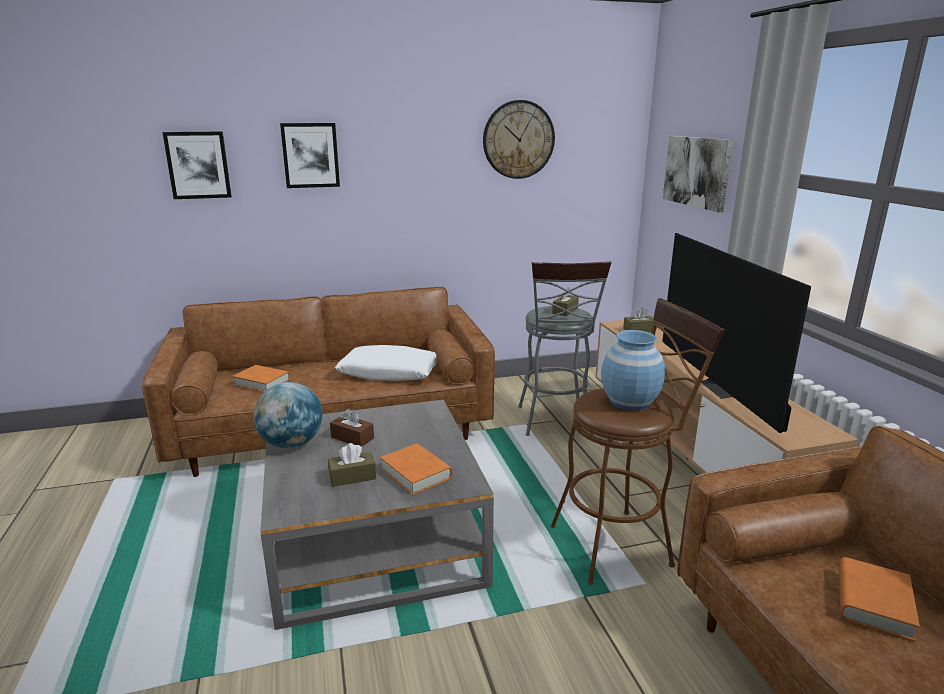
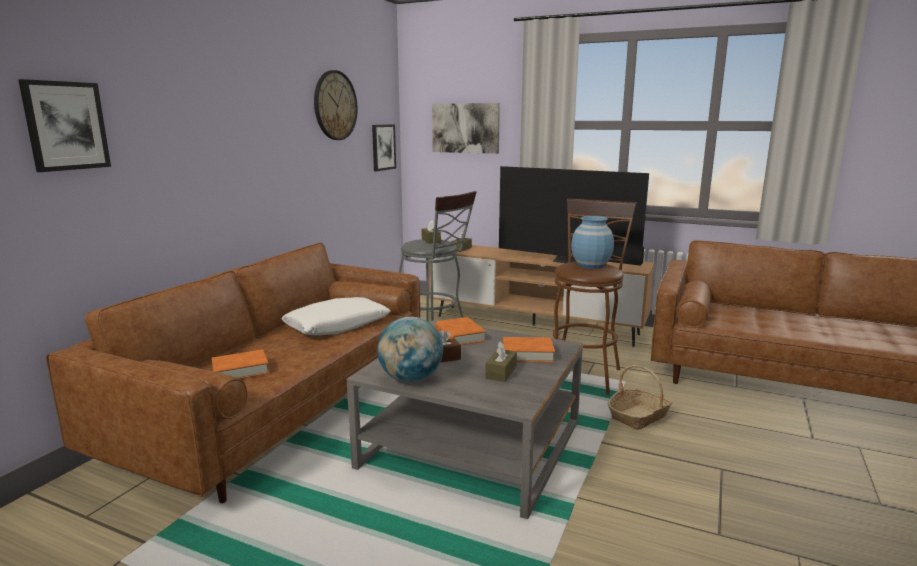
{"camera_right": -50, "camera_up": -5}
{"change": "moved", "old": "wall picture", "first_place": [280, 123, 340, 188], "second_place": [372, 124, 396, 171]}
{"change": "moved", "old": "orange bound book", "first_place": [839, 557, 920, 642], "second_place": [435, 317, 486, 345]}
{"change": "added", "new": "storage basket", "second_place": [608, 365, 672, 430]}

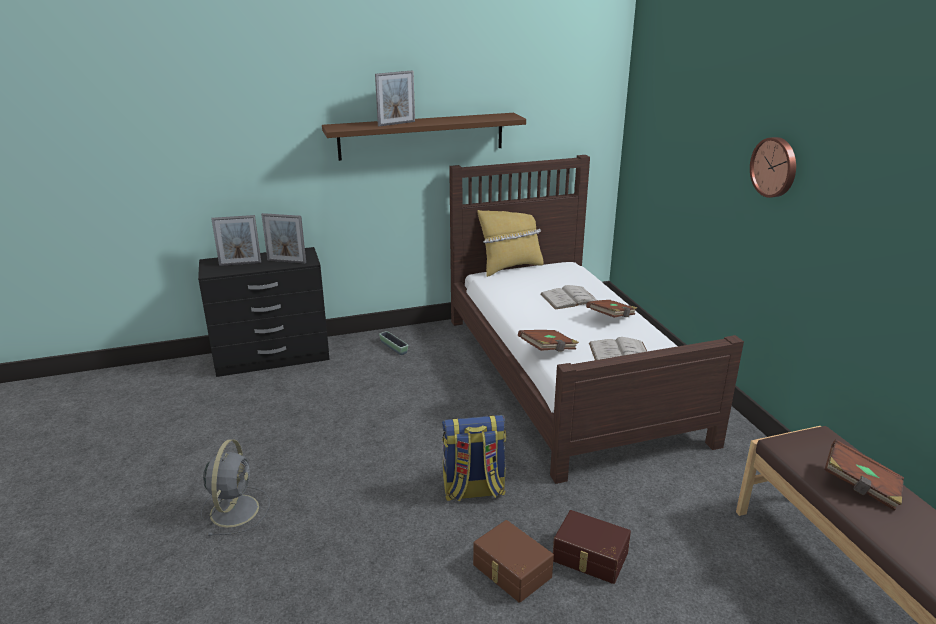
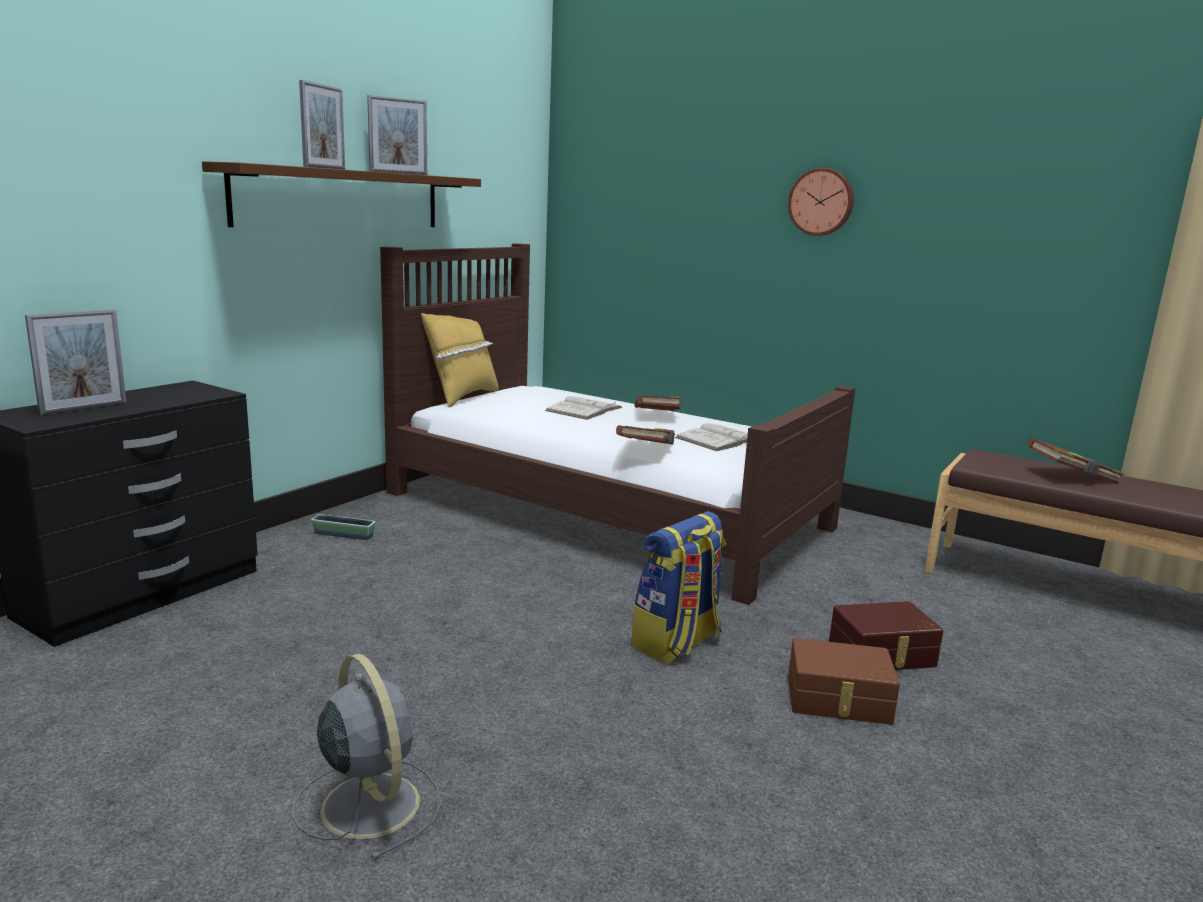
{"camera_right": -40, "camera_up": -10}
{"change": "moved", "old": "picture frame", "first_place": [261, 213, 306, 263], "second_place": [367, 95, 427, 175]}

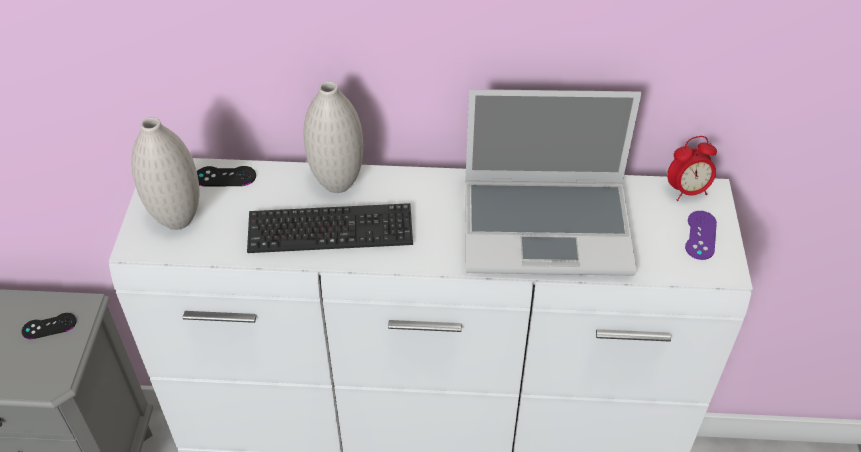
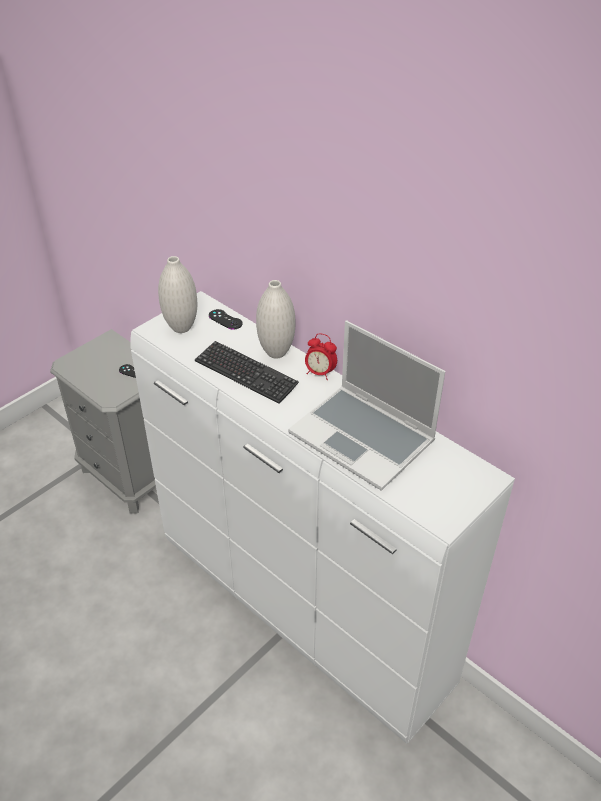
{"camera_right": 40, "camera_up": -5}
{"change": "moved", "old": "bedside clock", "first_place": [667, 136, 717, 201], "second_place": [305, 333, 337, 380]}
{"change": "removed", "old": "purple-coloured game controller", "first_place": [685, 211, 717, 260]}

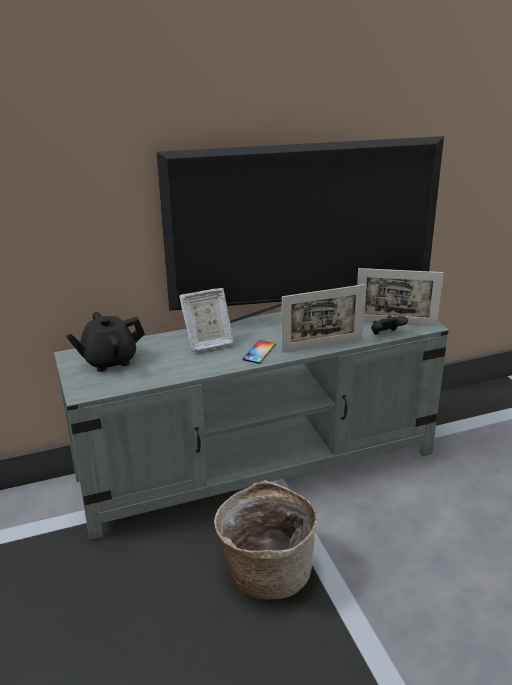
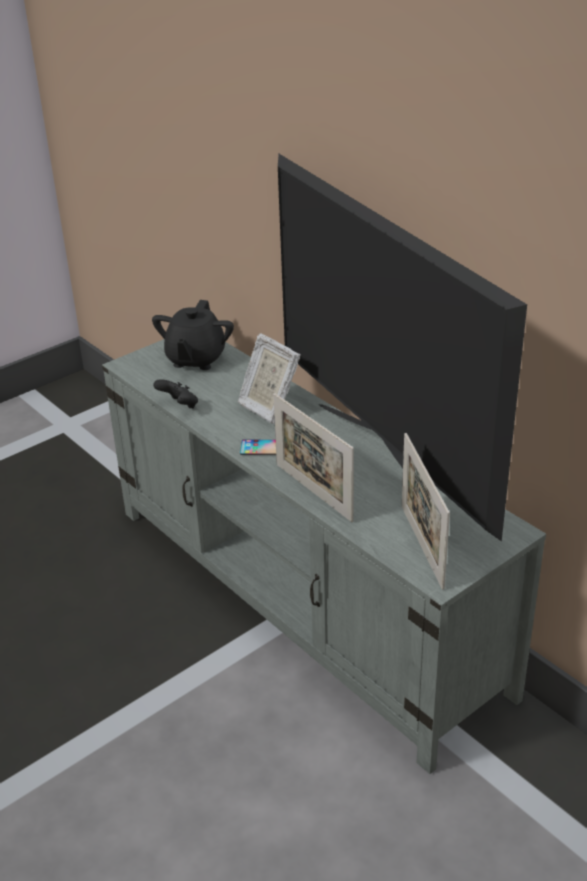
{"camera_right": 70, "camera_up": 5}
{"change": "turned", "old": "blackish teapot", "first_place": [66, 312, 145, 372], "second_place": [152, 300, 234, 370], "degrees": -120}
{"change": "removed", "old": "storage basket", "first_place": [214, 480, 317, 599]}
{"change": "moved", "old": "blackish game controller", "first_place": [371, 315, 408, 335], "second_place": [153, 379, 198, 408]}

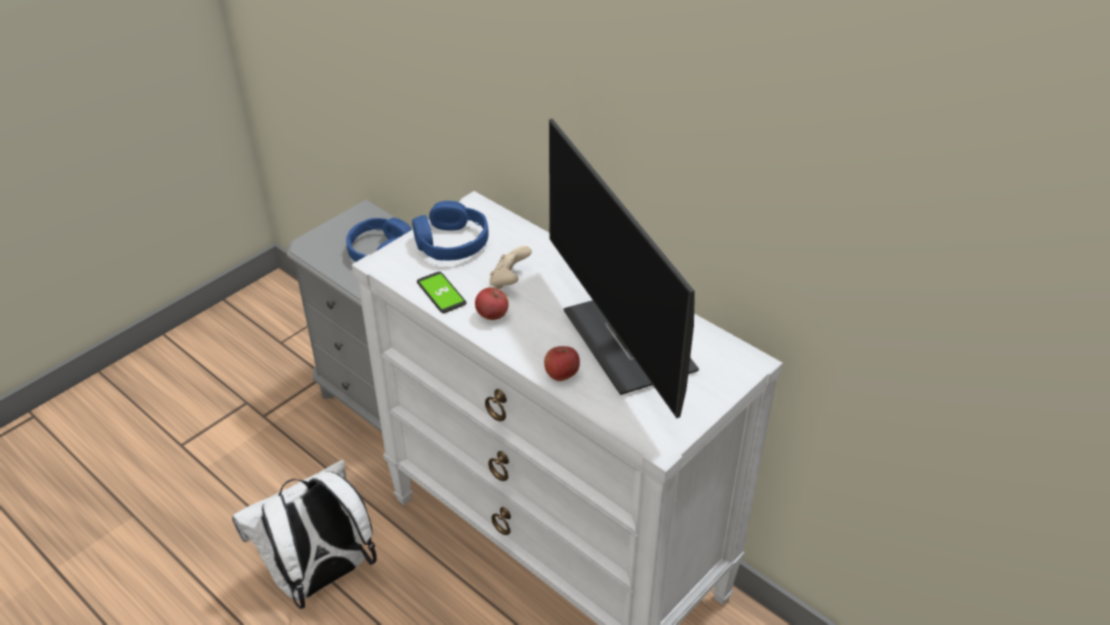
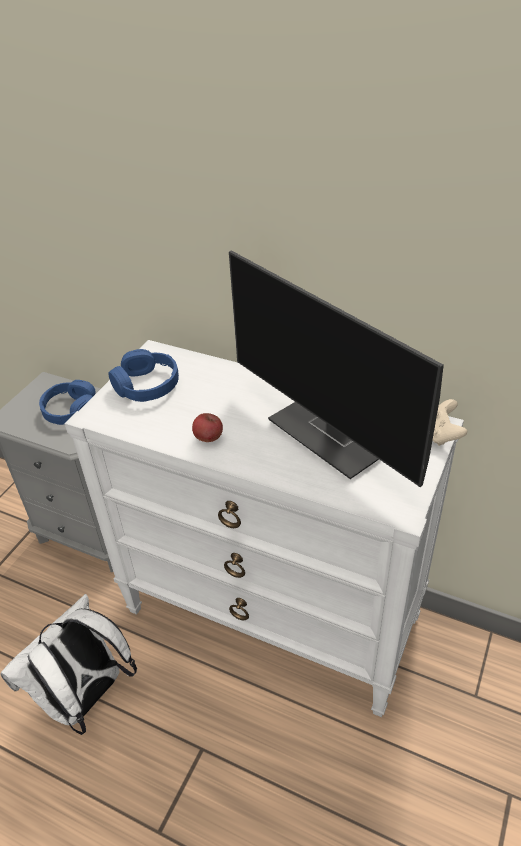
{"camera_right": -15, "camera_up": 0}
{"change": "removed", "old": "handset", "first_place": [417, 272, 466, 313]}
{"change": "moved", "old": "beige game controller", "first_place": [489, 246, 532, 289], "second_place": [432, 399, 467, 446]}
{"change": "removed", "old": "whole apple", "first_place": [544, 346, 580, 381]}

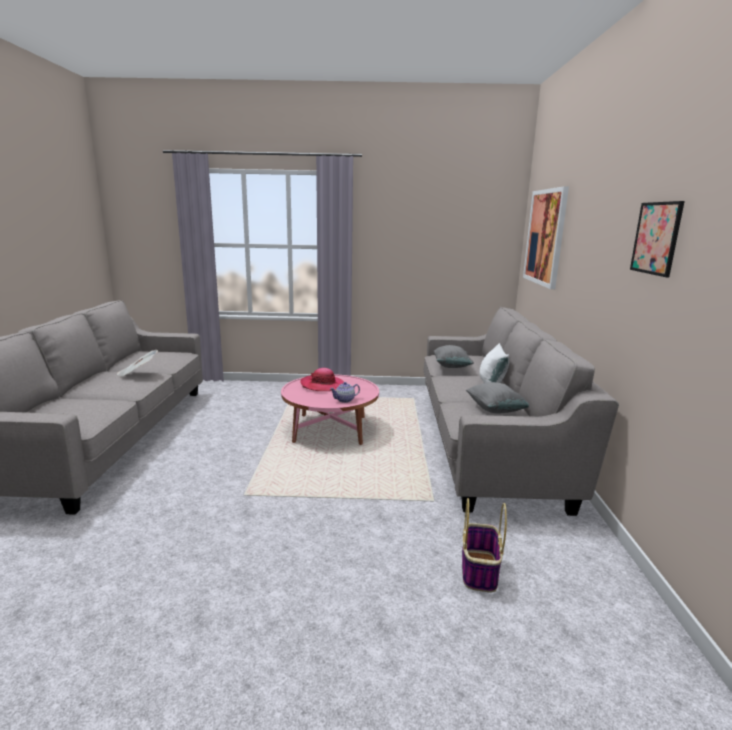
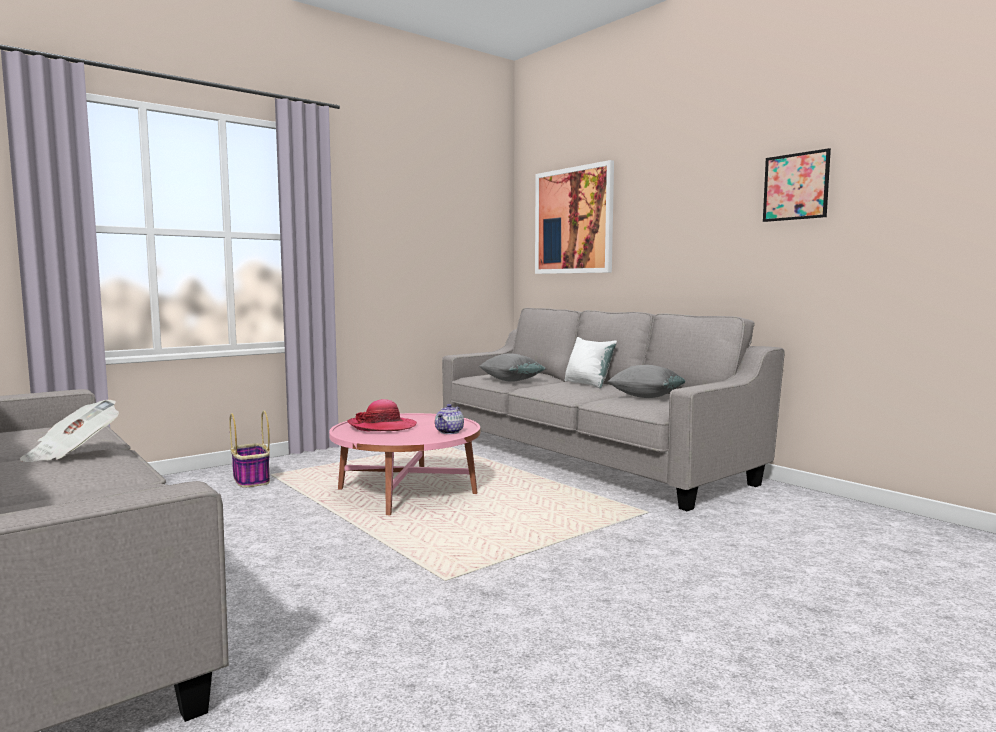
{"camera_right": -40, "camera_up": -10}
{"change": "moved", "old": "storage basket", "first_place": [462, 498, 507, 593], "second_place": [229, 411, 270, 488]}

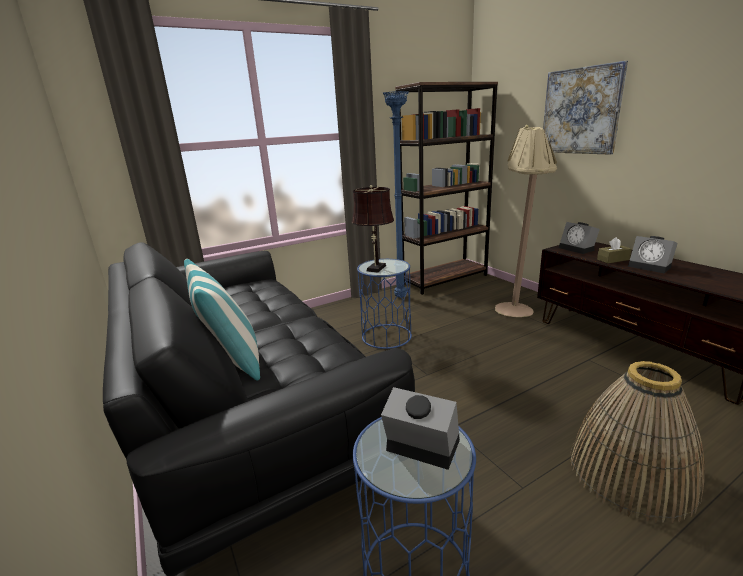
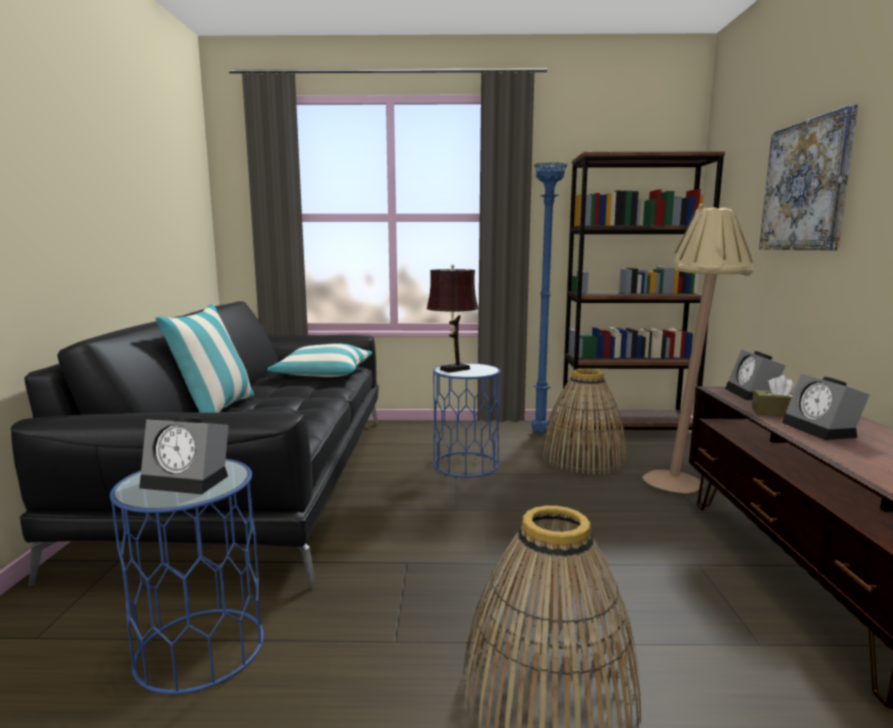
{"camera_right": 30, "camera_up": -10}
{"change": "turned", "old": "bedside clock", "first_place": [381, 387, 460, 470], "second_place": [139, 416, 229, 494], "degrees": 135}
{"change": "added", "new": "throw pillow", "second_place": [267, 343, 372, 377]}
{"change": "added", "new": "storage basket", "second_place": [542, 369, 627, 474]}

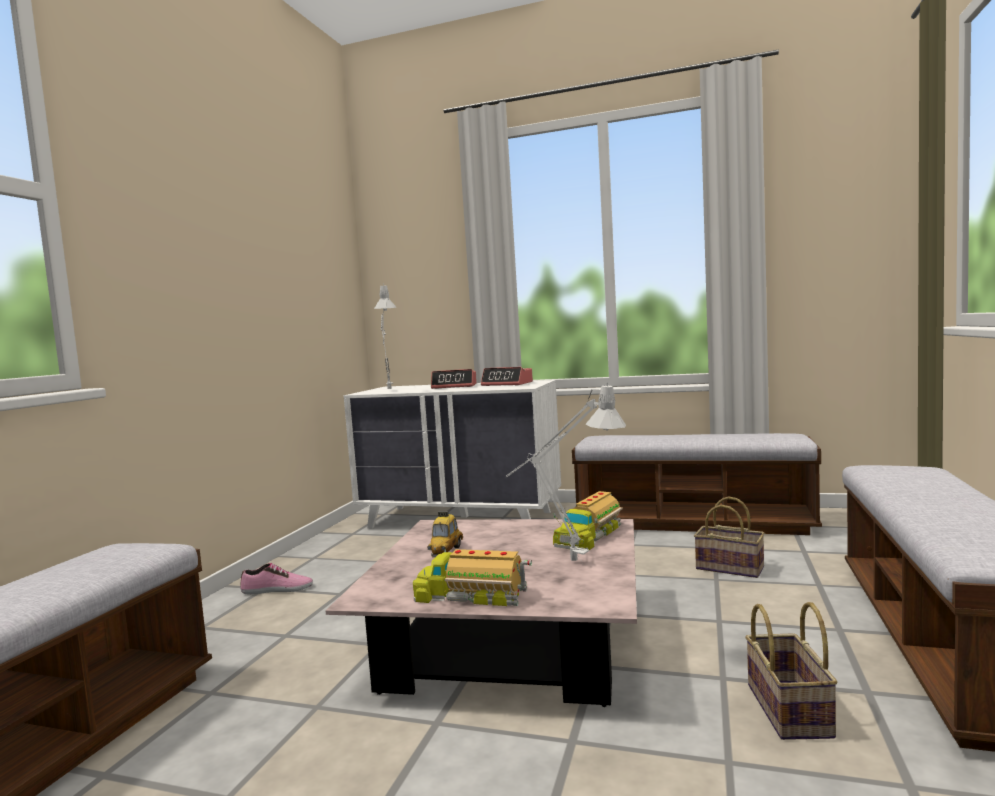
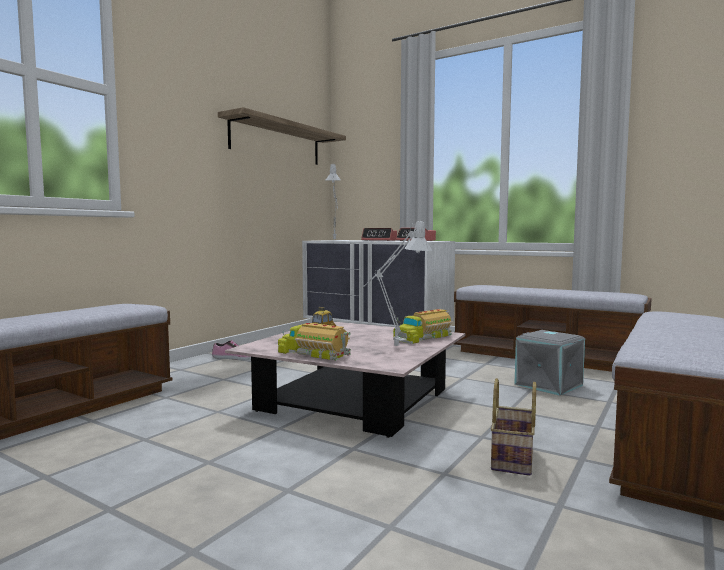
{"camera_right": 15, "camera_up": 0}
{"change": "replaced", "old": "storage basket", "new": "grey storage container", "first_place": [694, 496, 765, 578], "second_place": [514, 330, 585, 396]}
{"change": "added", "new": "bracket shelf", "second_place": [218, 107, 346, 165]}

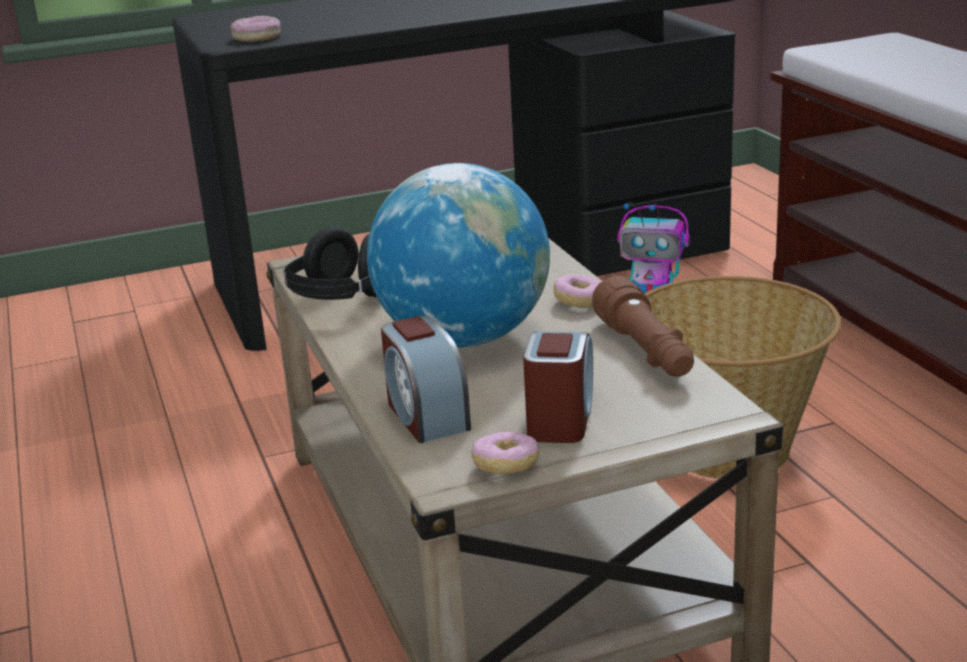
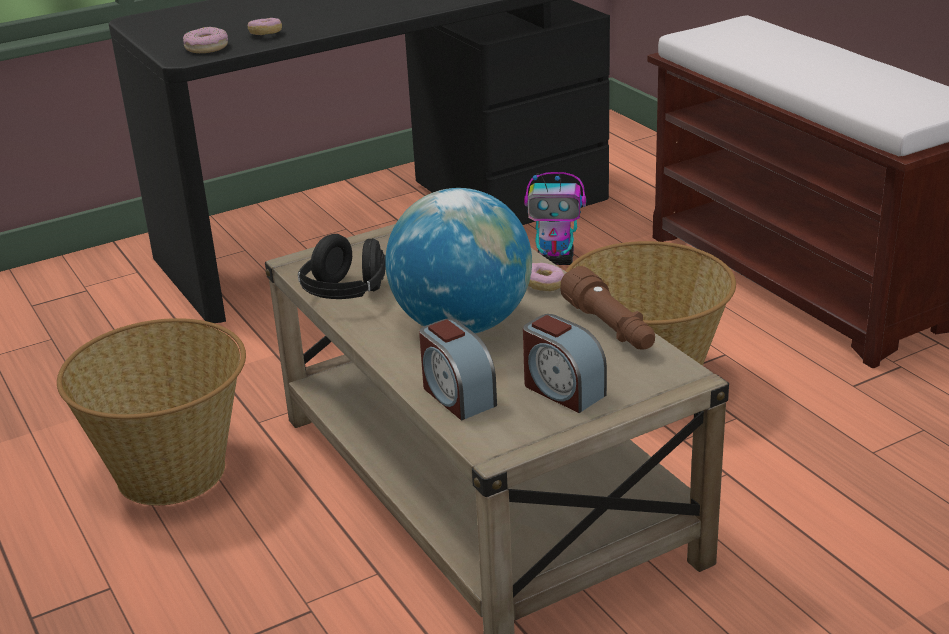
{"camera_right": -10, "camera_up": 5}
{"change": "moved", "old": "doughnut", "first_place": [471, 432, 539, 474], "second_place": [248, 18, 282, 35]}
{"change": "turned", "old": "bedside clock", "first_place": [523, 331, 593, 443], "second_place": [523, 314, 607, 413], "degrees": 135}
{"change": "added", "new": "storage basket", "second_place": [57, 318, 246, 505]}

